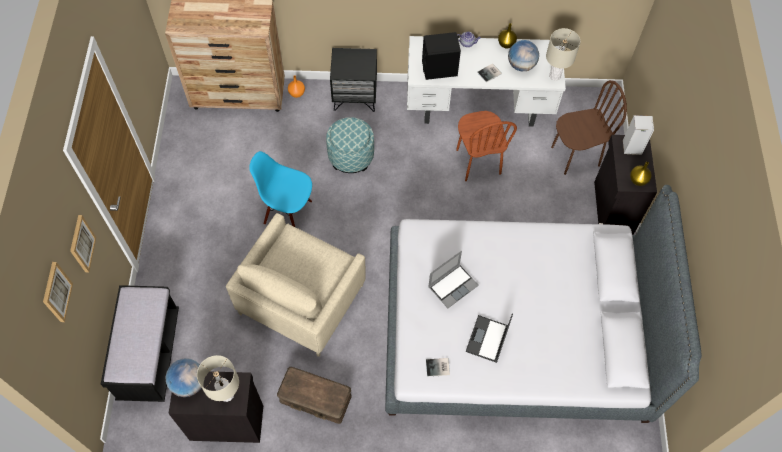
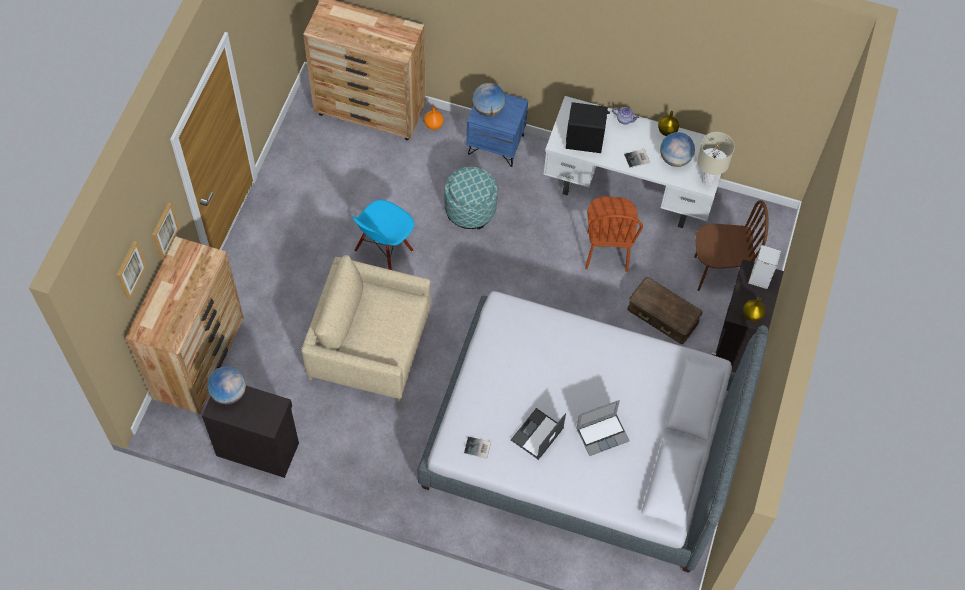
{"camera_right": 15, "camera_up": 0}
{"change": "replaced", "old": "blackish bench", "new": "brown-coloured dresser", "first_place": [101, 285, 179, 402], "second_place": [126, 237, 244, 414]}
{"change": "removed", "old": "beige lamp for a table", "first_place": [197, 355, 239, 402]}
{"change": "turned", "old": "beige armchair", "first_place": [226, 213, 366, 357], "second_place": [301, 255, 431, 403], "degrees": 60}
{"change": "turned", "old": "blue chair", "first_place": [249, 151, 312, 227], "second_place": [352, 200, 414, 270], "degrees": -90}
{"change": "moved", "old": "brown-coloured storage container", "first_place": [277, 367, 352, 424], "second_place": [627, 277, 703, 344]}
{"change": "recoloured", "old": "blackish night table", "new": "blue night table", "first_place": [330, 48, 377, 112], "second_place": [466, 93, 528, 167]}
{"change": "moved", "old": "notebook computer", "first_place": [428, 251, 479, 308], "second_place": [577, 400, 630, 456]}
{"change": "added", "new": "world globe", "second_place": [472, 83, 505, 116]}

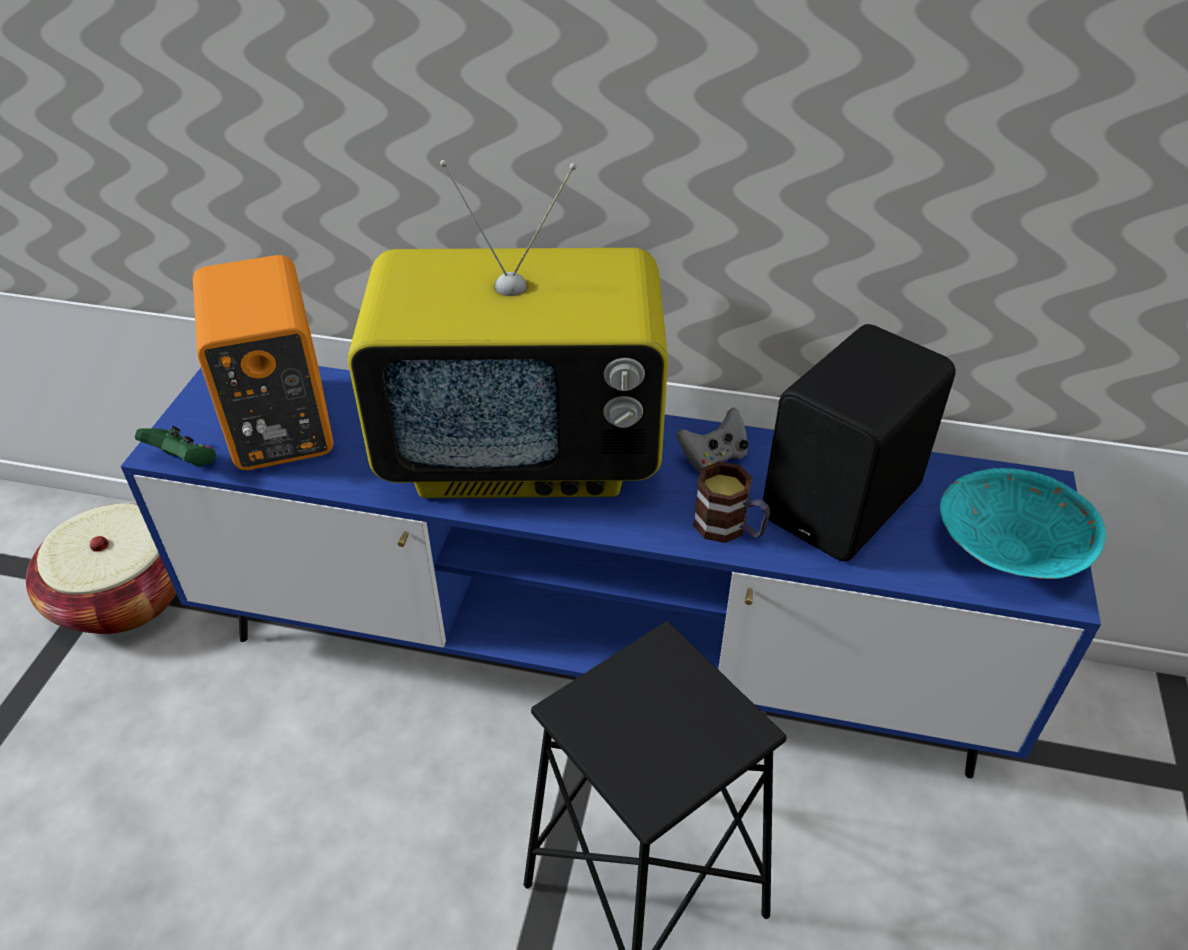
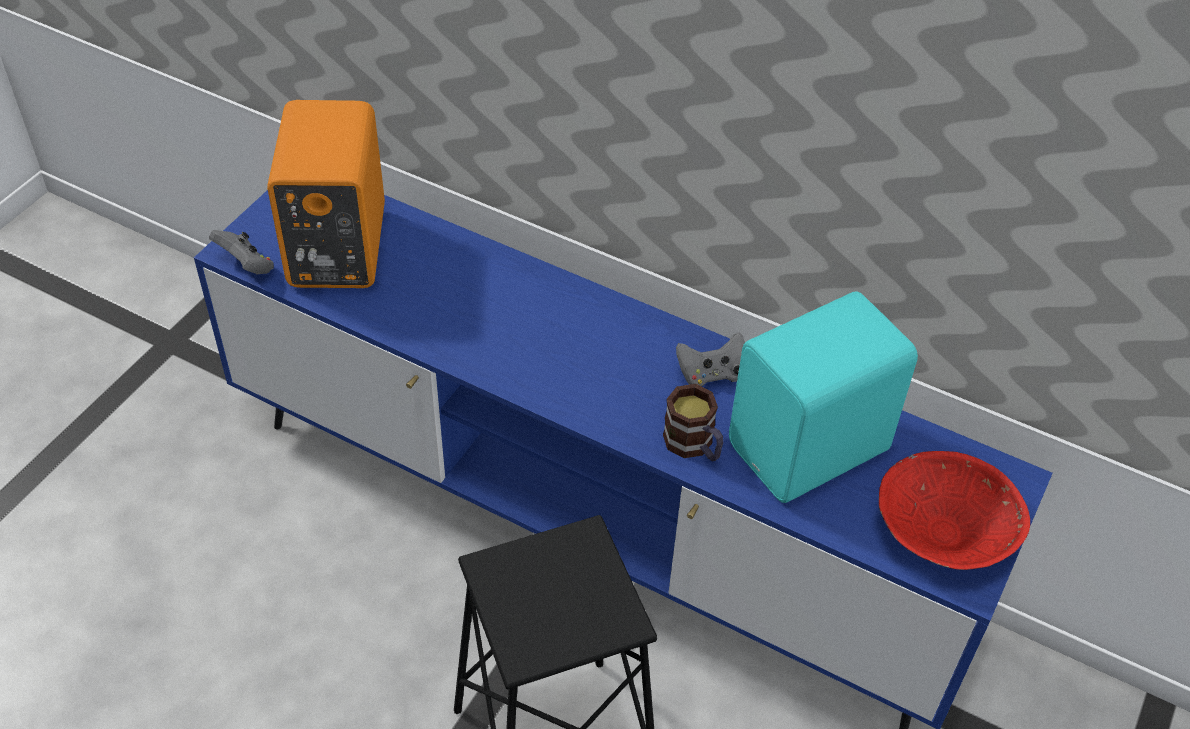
{"camera_right": 15, "camera_up": 5}
{"change": "removed", "old": "storage basket", "first_place": [26, 503, 177, 634]}
{"change": "recoloured", "old": "green-coloured game controller", "new": "grey game controller", "first_place": [135, 426, 216, 467], "second_place": [209, 230, 274, 274]}
{"change": "removed", "old": "television", "first_place": [348, 160, 668, 498]}
{"change": "recoloured", "old": "blackish speaker", "new": "turquoise-coloured speaker", "first_place": [763, 324, 956, 561], "second_place": [729, 291, 918, 503]}
{"change": "recoloured", "old": "turquoise-coloured deep dish", "new": "red deep dish", "first_place": [940, 468, 1106, 579], "second_place": [879, 451, 1030, 570]}

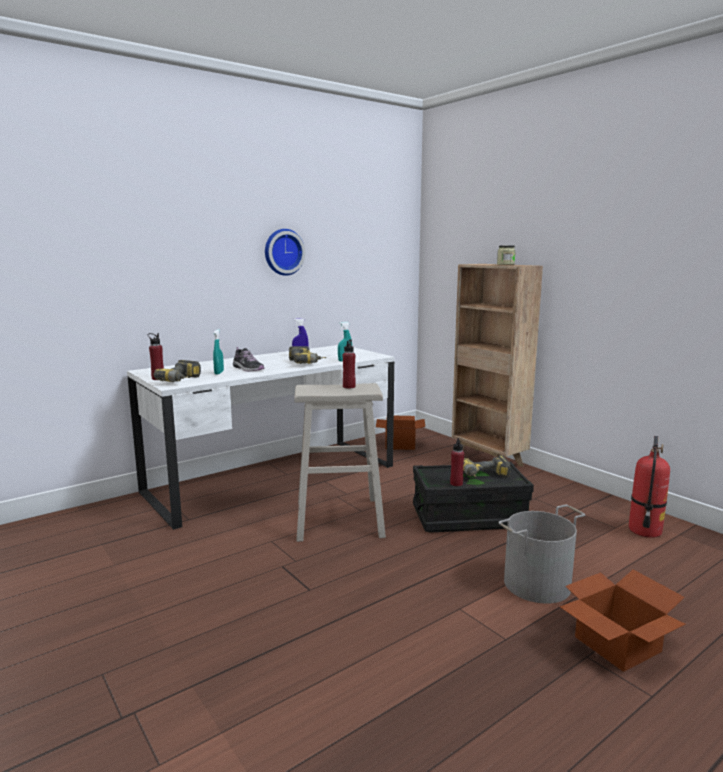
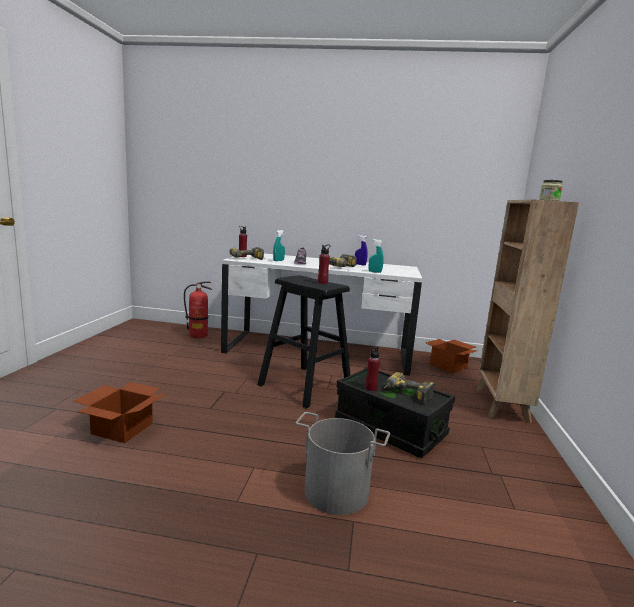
{"camera_right": 45, "camera_up": 0}
{"change": "removed", "old": "wall clock", "first_place": [265, 229, 305, 276]}
{"change": "recoloured", "old": "beige sitting stool", "new": "blackish sitting stool", "first_place": [294, 383, 386, 542], "second_place": [257, 275, 351, 408]}
{"change": "moved", "old": "packing box", "first_place": [559, 569, 685, 672], "second_place": [73, 382, 167, 443]}
{"change": "moved", "old": "fire-fighting cylinder", "first_place": [629, 436, 670, 538], "second_place": [184, 281, 212, 338]}

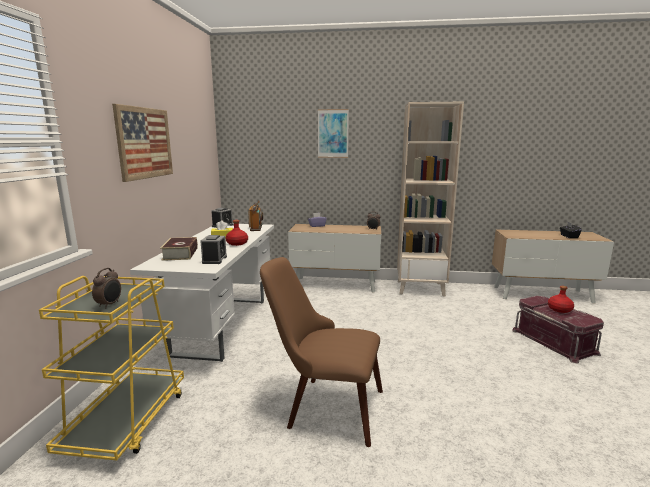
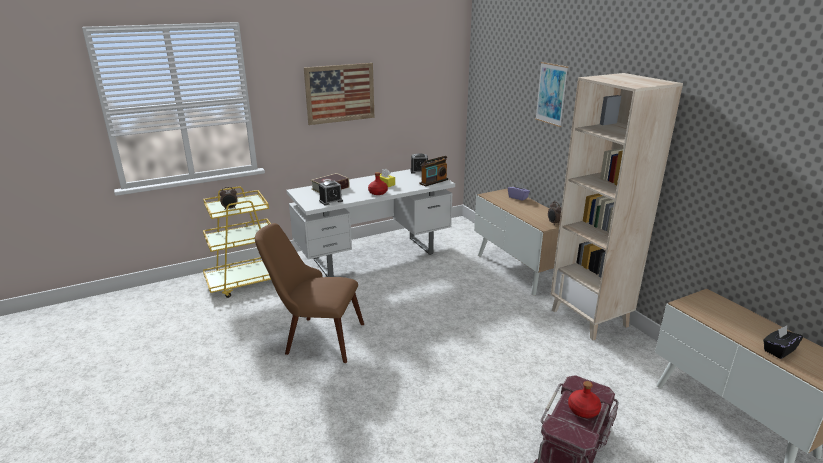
{"camera_right": 55, "camera_up": 10}
{"change": "turned", "old": "brown-coloured chair", "first_place": [260, 257, 383, 447], "second_place": [255, 223, 364, 363], "degrees": -60}

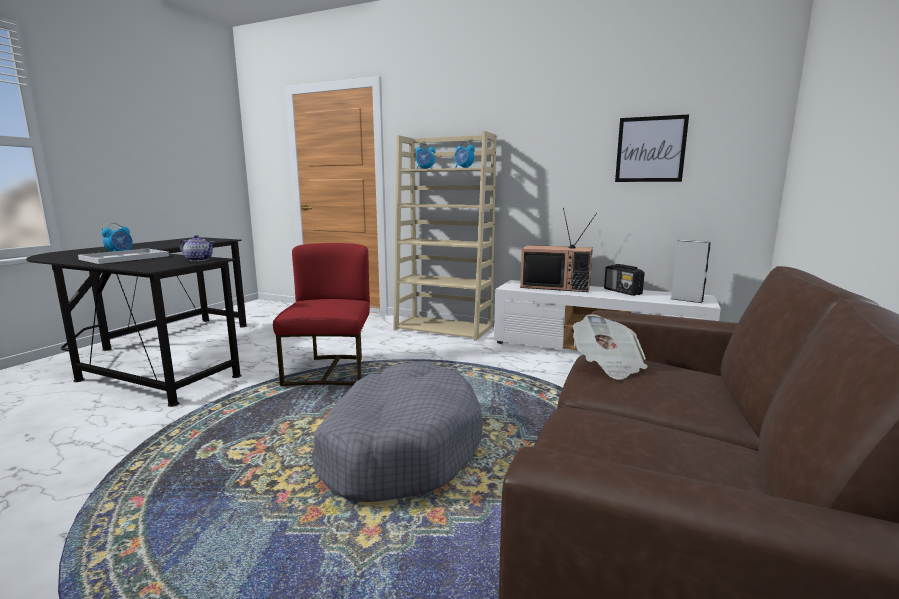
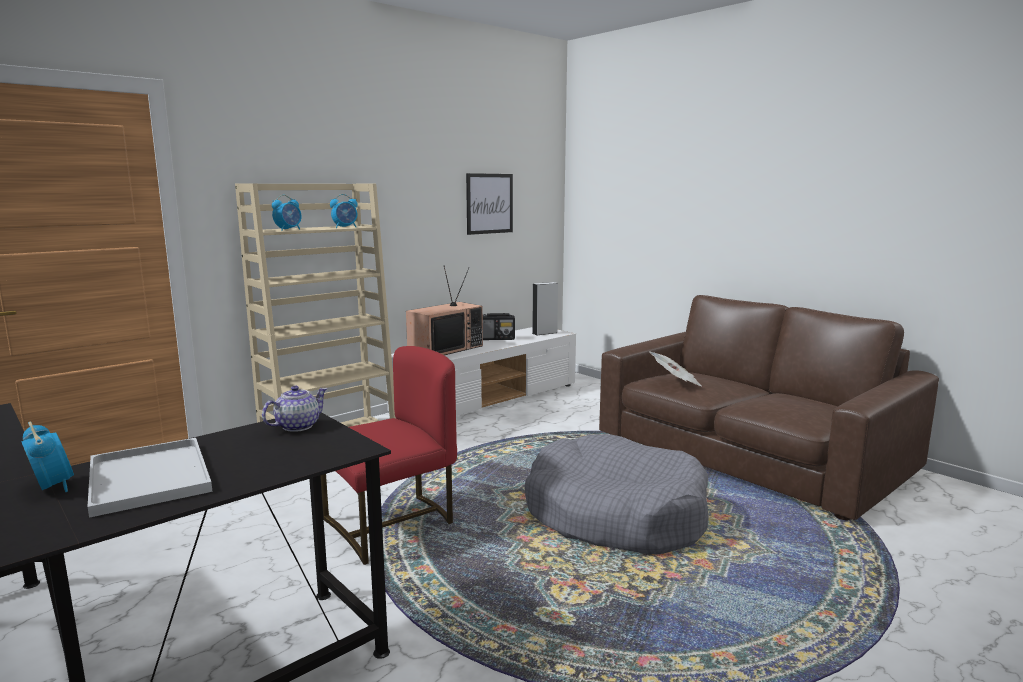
{"camera_right": -65, "camera_up": 0}
{"change": "turned", "old": "red chair", "first_place": [273, 243, 370, 386], "second_place": [320, 346, 457, 565], "degrees": 120}

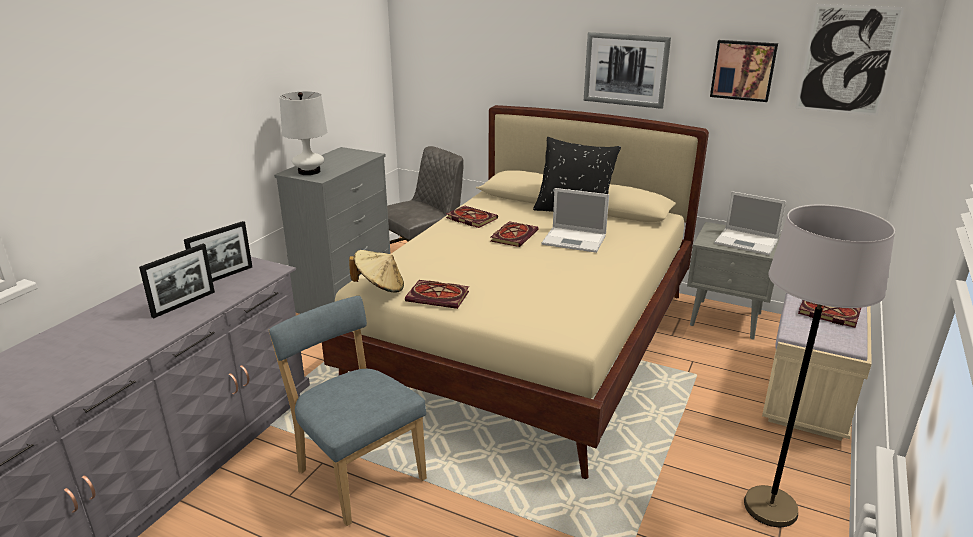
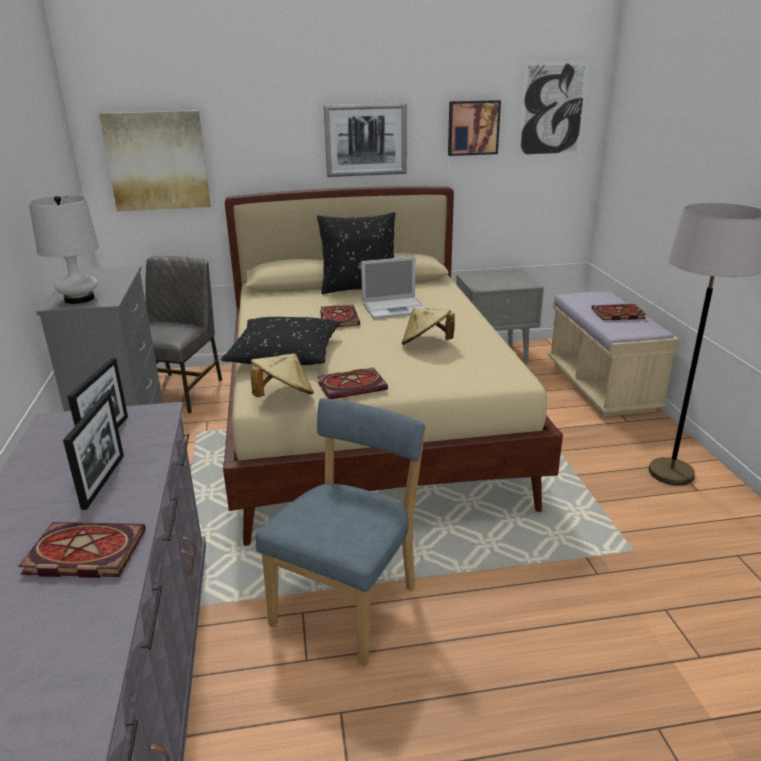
{"camera_right": -35, "camera_up": 0}
{"change": "turned", "old": "blue chair", "first_place": [269, 296, 427, 526], "second_place": [256, 398, 426, 666], "degrees": 105}
{"change": "moved", "old": "bound book", "first_place": [446, 206, 498, 228], "second_place": [18, 522, 146, 578]}
{"change": "removed", "old": "notebook computer", "first_place": [714, 191, 786, 255]}
{"change": "added", "new": "wall picture", "second_place": [99, 110, 211, 212]}
{"change": "added", "new": "blackish throw pillow", "second_place": [221, 317, 340, 365]}
{"change": "added", "new": "beige clothing hat", "second_place": [402, 308, 455, 345]}

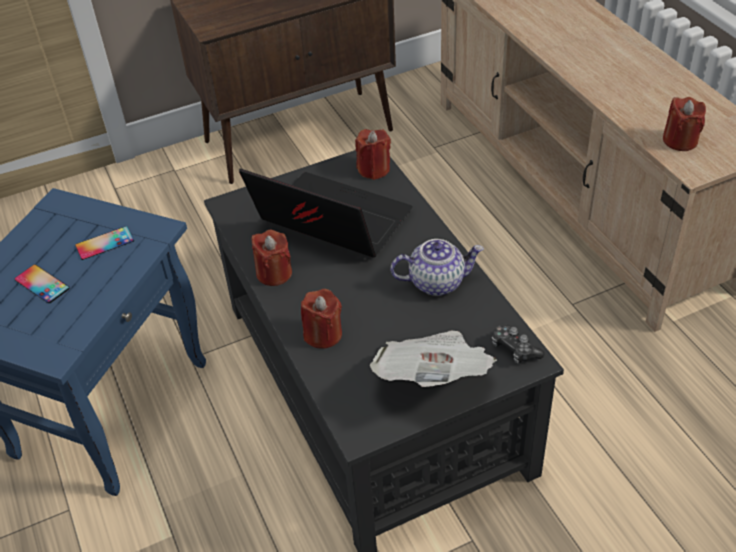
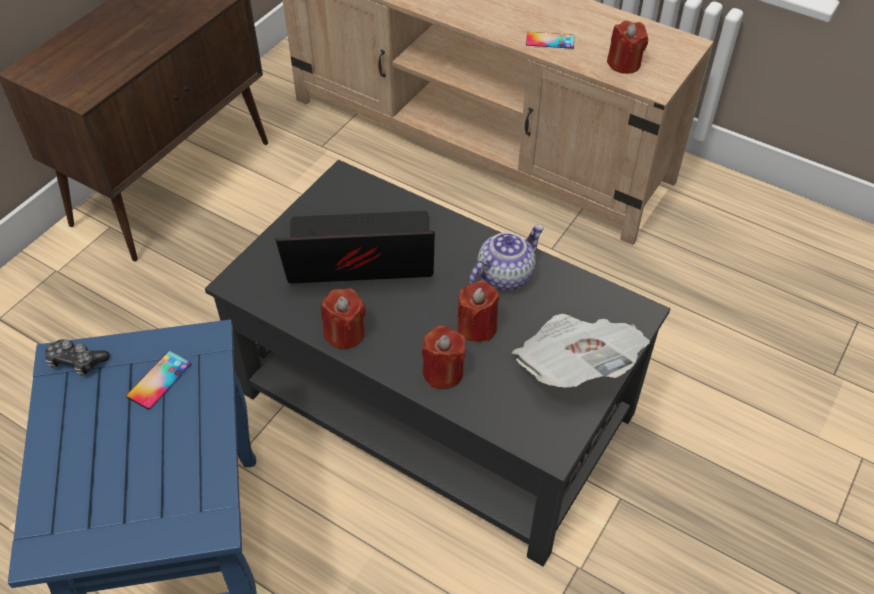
{"camera_right": -35, "camera_up": 5}
{"change": "moved", "old": "handset", "first_place": [15, 264, 70, 303], "second_place": [526, 32, 574, 49]}
{"change": "moved", "old": "red wax light", "first_place": [355, 129, 391, 180], "second_place": [457, 280, 500, 342]}
{"change": "moved", "old": "game controller", "first_place": [492, 325, 545, 364], "second_place": [45, 339, 110, 376]}

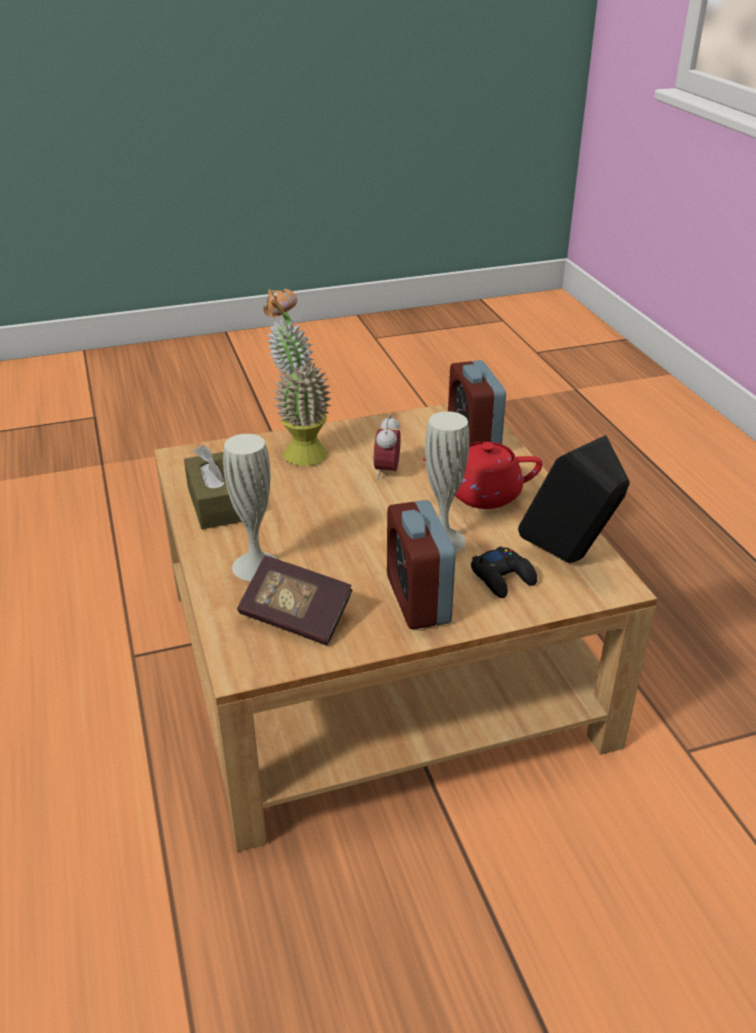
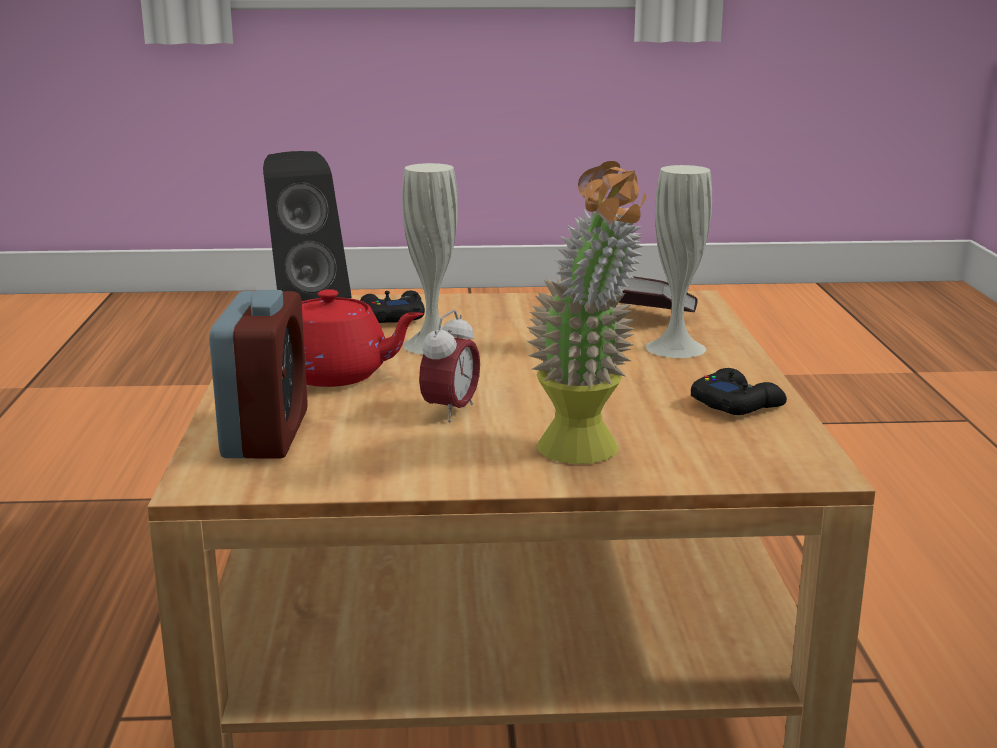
{"camera_right": -165, "camera_up": -15}
{"change": "replaced", "old": "brown-coloured tissue holder", "new": "blackish game controller", "first_place": [184, 445, 242, 529], "second_place": [691, 368, 787, 415]}
{"change": "removed", "old": "bedside clock", "first_place": [387, 500, 456, 629]}

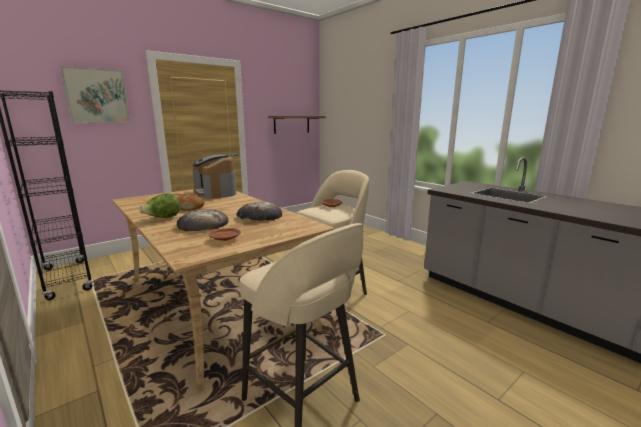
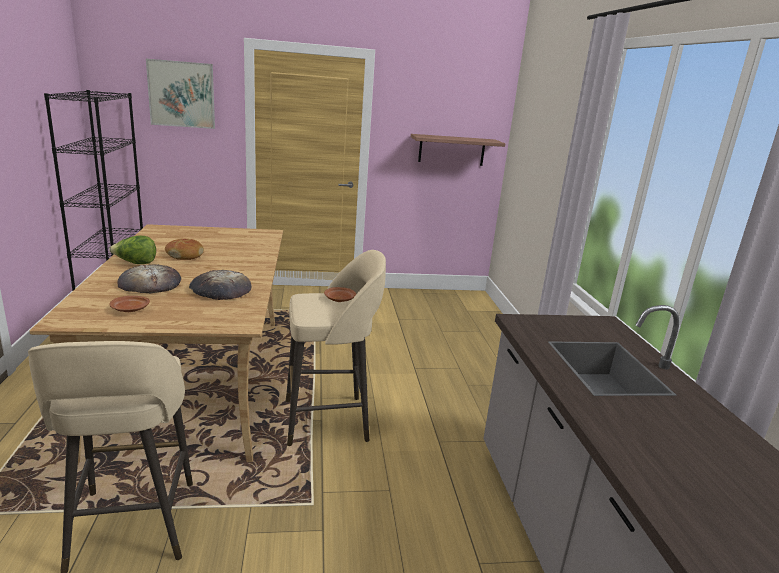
{"camera_right": 30, "camera_up": 5}
{"change": "removed", "old": "coffee brewer", "first_place": [193, 154, 236, 199]}

